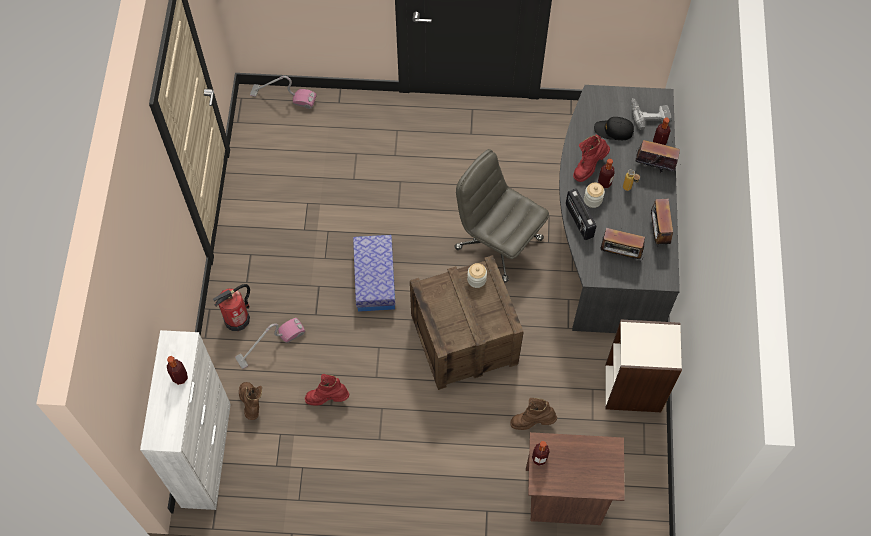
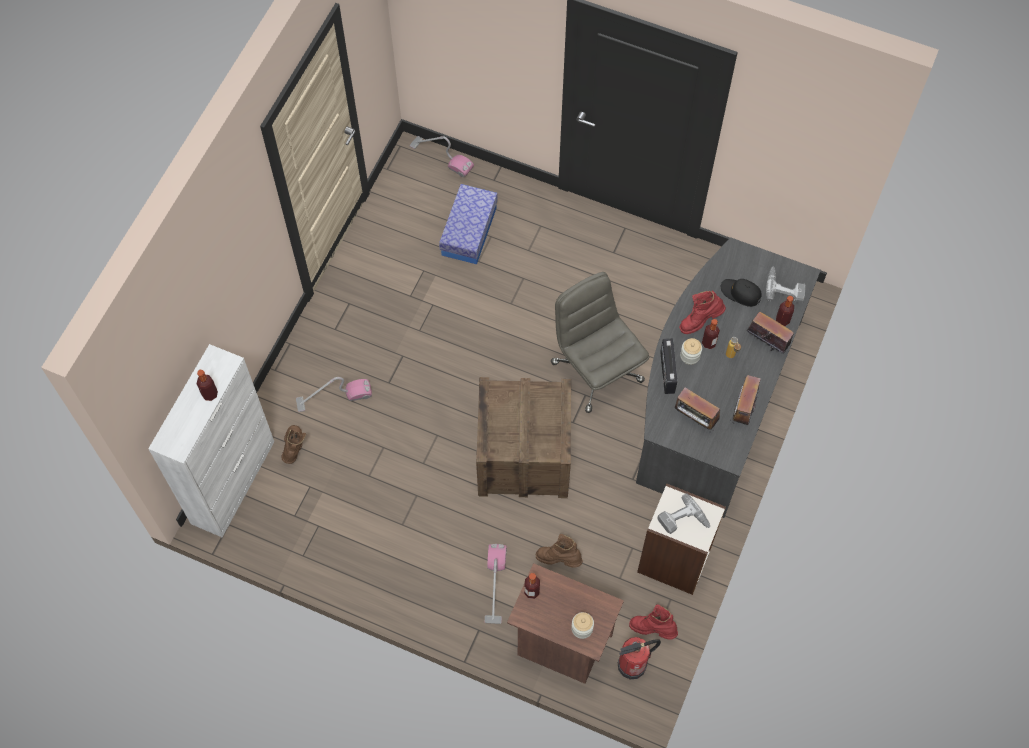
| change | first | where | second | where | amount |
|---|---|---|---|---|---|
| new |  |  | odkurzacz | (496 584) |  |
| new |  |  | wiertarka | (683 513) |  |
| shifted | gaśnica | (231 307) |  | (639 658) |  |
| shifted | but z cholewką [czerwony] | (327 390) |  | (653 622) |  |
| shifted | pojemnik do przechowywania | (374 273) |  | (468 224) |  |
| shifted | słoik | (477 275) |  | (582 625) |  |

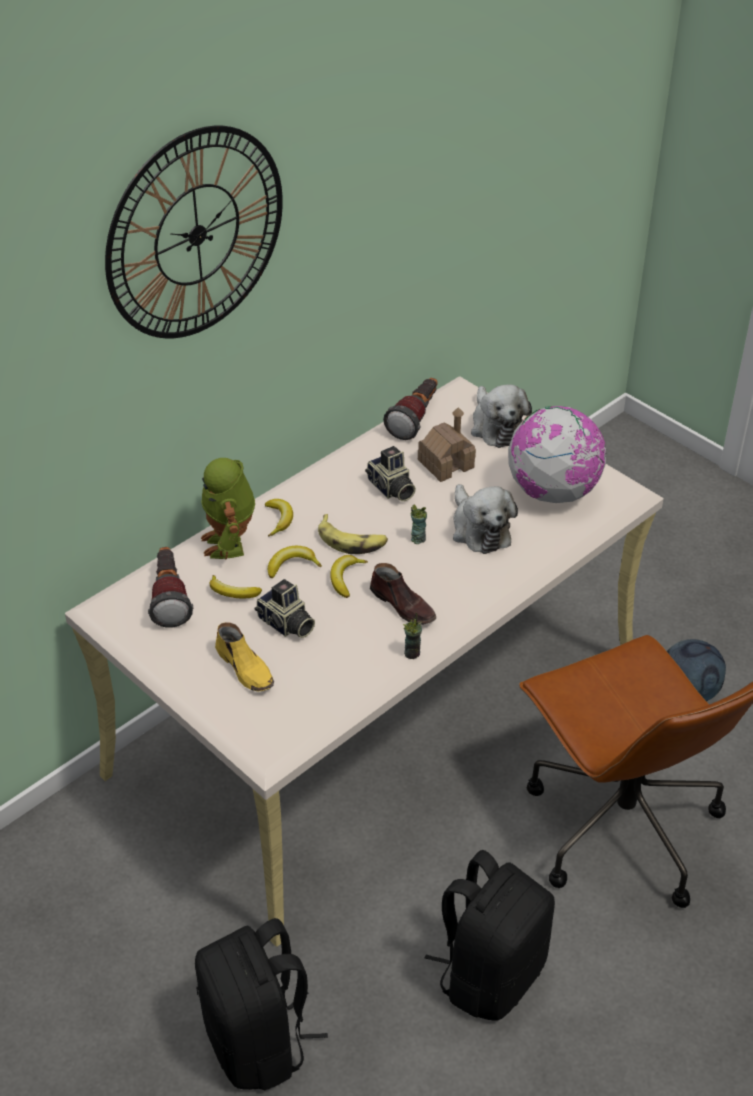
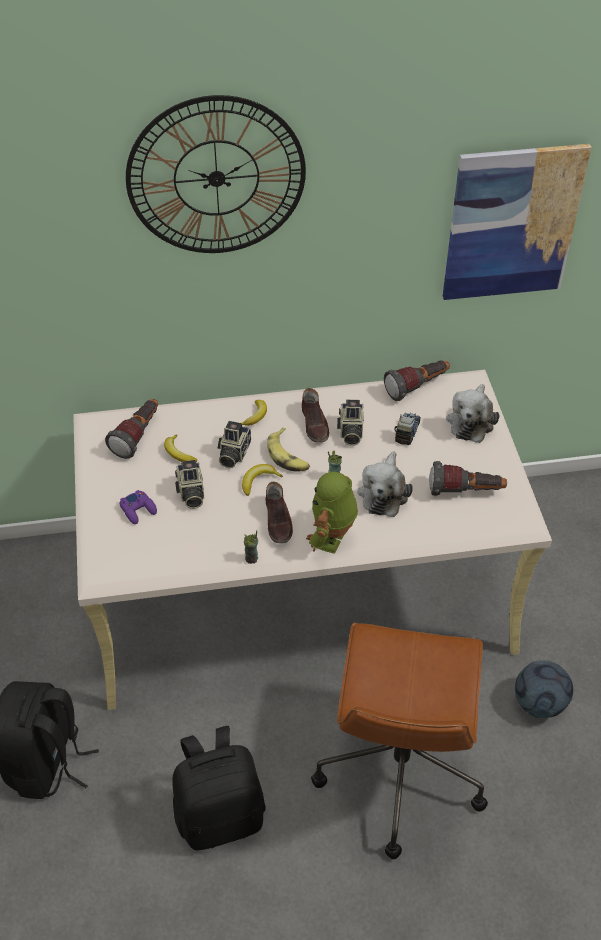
| change | first | where | second | where | amount |
|---|---|---|---|---|---|
| new |  |  | but [brązowy] | (315 415) |  |
| new |  |  | obraz | (517 222) |  |
| shifted | robot zabawkowy | (228 509) |  | (332 513) |  |
| swapped | but [żółty] | (244 657) | pad do gier [fioletowy] | (138 507) |  |
| swapped | banan | (295 562) | aparat fotograficzny | (234 444) |  |
| swapped | domek | (447 444) | ciężarówka zabawkowa | (407 428) |  |
| swapped | globus | (557 454) | latarka | (468 478) |  |

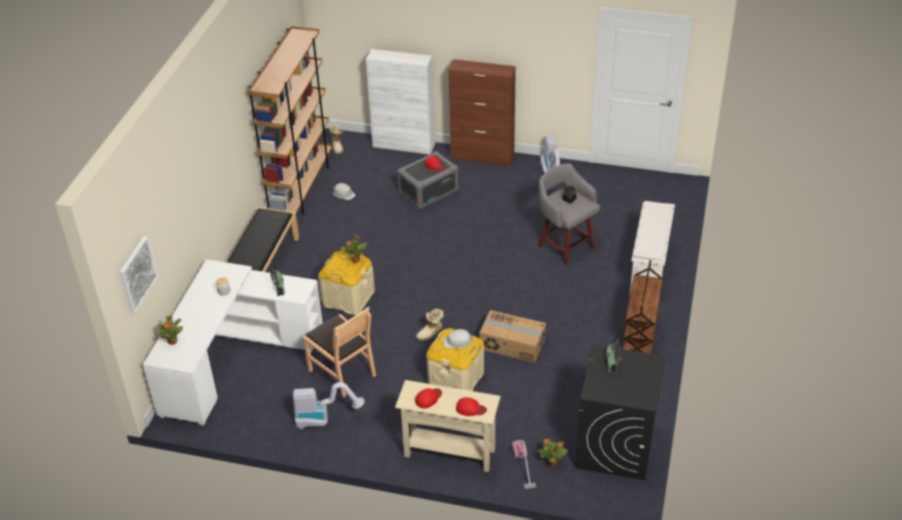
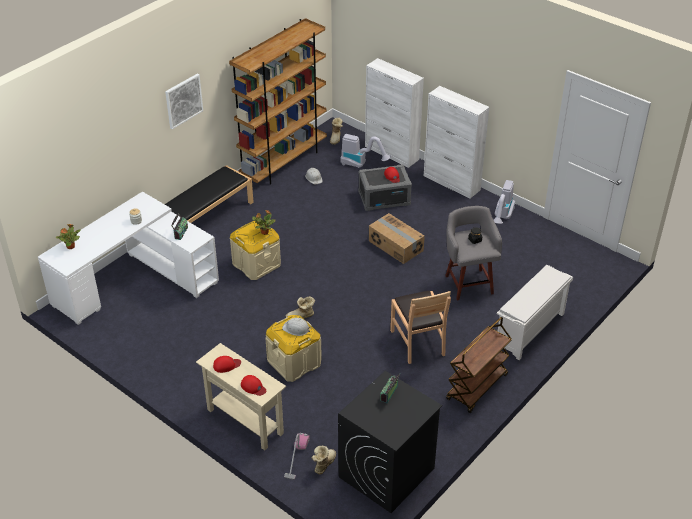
| change | first | where | second | where | amount |
|---|---|---|---|---|---|
| shifted | obraz | (139 275) |  | (184 101) |  |
| shifted | odkurzacz | (329 405) |  | (366 151) |  |
| shifted | krzesło [brązowy] | (339 352) |  | (420 327) |  |
| shifted | karton | (512 336) |  | (397 238) |  |
| swapped | roślina doniczkowa | (553 452) | but z cholewką | (324 460) |  |
| repainted | szafka [brązowy] | (482 112) | szafka [biały] | (456 142) |  |

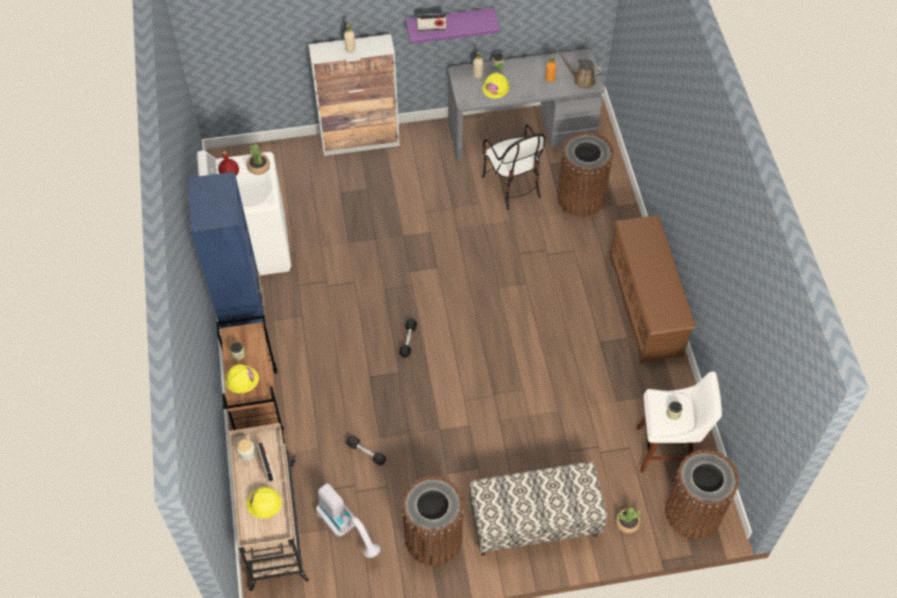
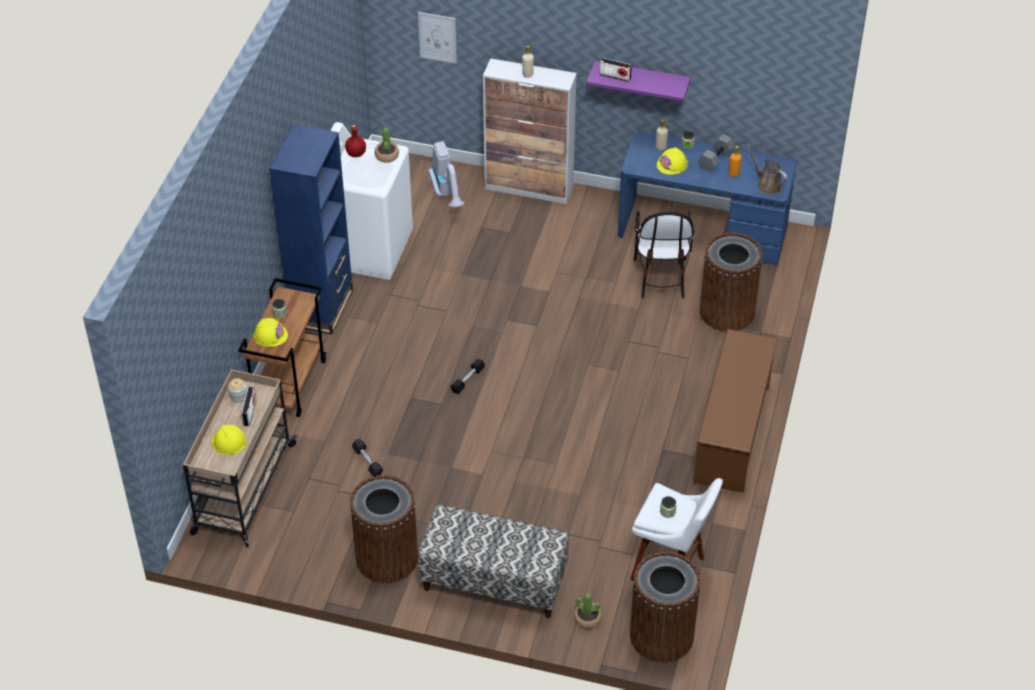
| change | first | where | second | where | amount |
|---|---|---|---|---|---|
| new |  |  | obraz | (437 38) |  |
| new |  |  | hantel [szary] | (716 153) |  |
| shifted | odkurzacz | (348 520) |  | (446 174) |  |
| repainted | biurko [szary] | (526 105) | biurko [niebieski] | (707 198) |  |

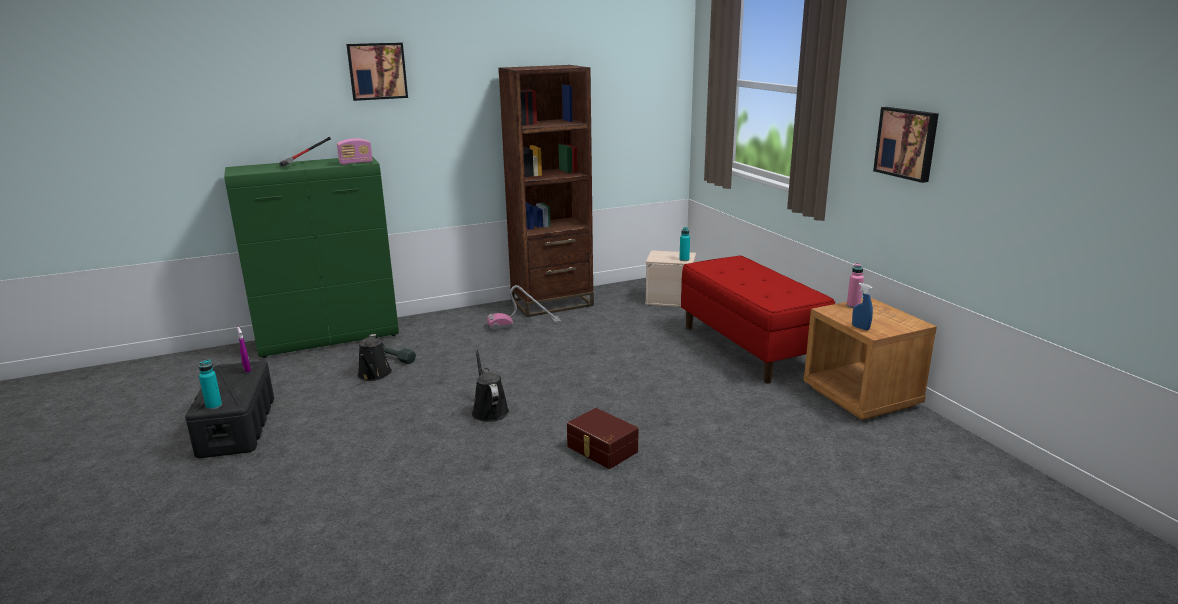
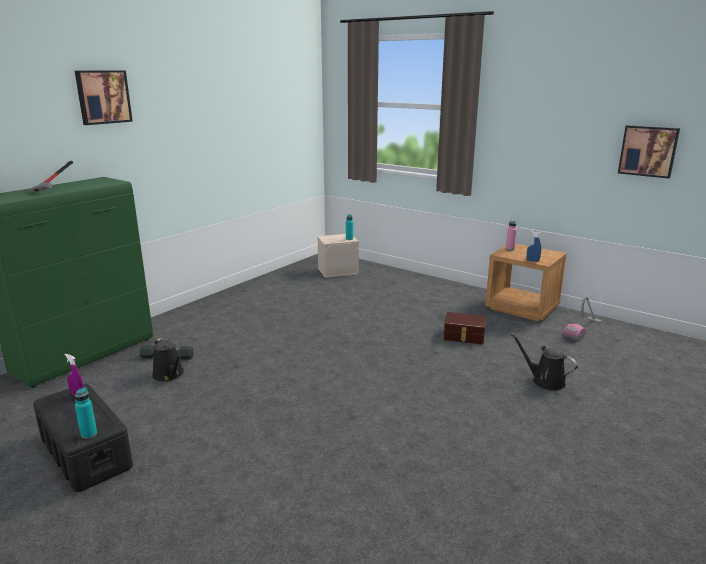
| change | first | where | second | where | amount |
|---|---|---|---|---|---|
| gone | radio | (355 151) |  |  |  |
| gone | regał [brązowy] | (546 191) |  |  |  |
| gone | ławka [czerwony] | (758 320) |  |  |  |
| shifted | konewka [czarny] | (490 385) |  | (544 362) |  |
| shifted | odkurzacz | (524 308) |  | (582 318) |  |
| shifted | pojemnik do przechowywania [brązowy] | (603 438) |  | (464 328) |  |
| shifted | obraz | (906 145) |  | (649 151) |  |

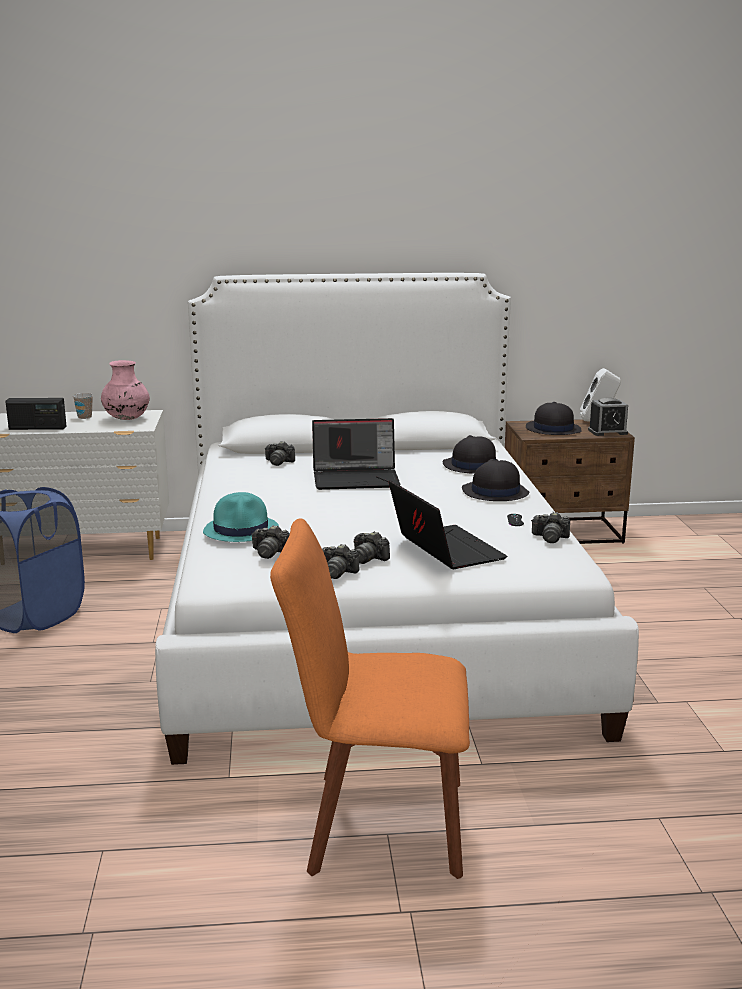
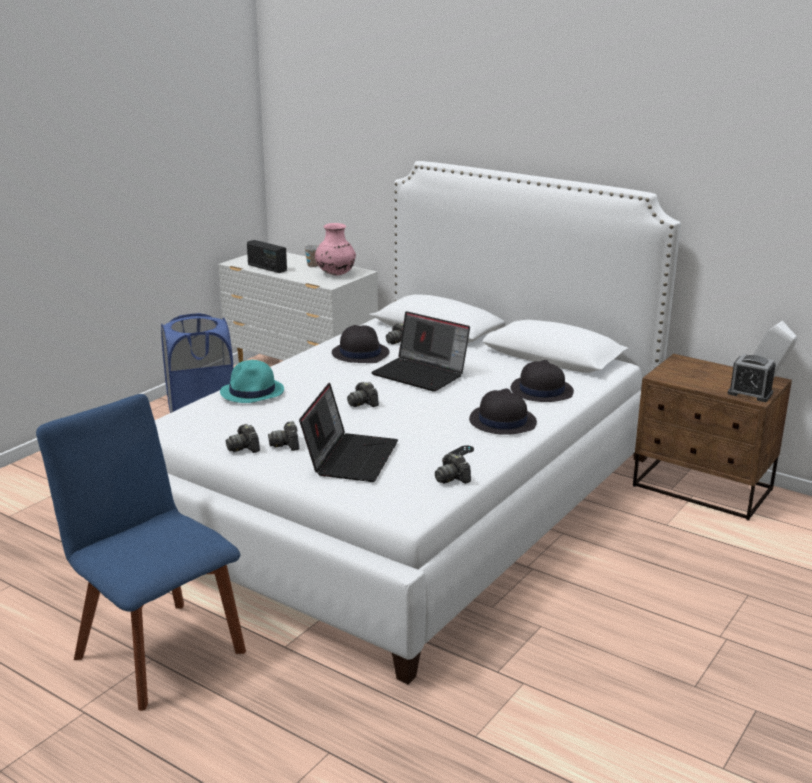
| change | first | where | second | where | amount |
|---|---|---|---|---|---|
| shifted | aparat fotograficzny | (271 542) |  | (363 394) |  |
| shifted | kapelusz [czarny] | (554 418) |  | (360 344) |  |
| repainted | krzesło [pomarańczowy] | (370 698) | krzesło [niebieski] | (141 552) |  |

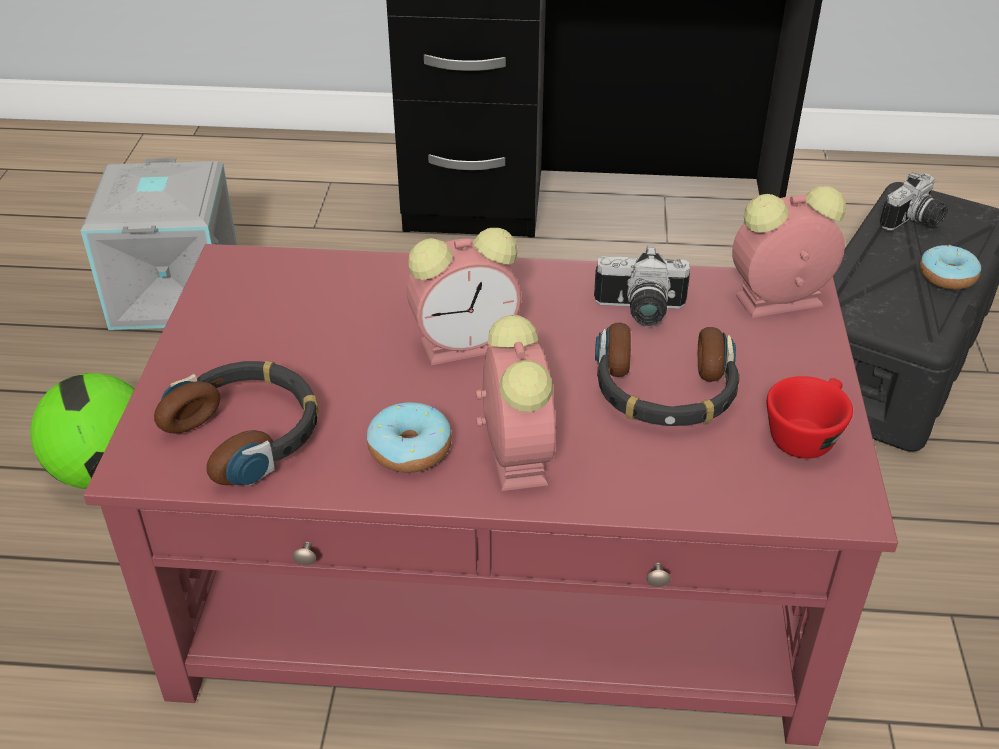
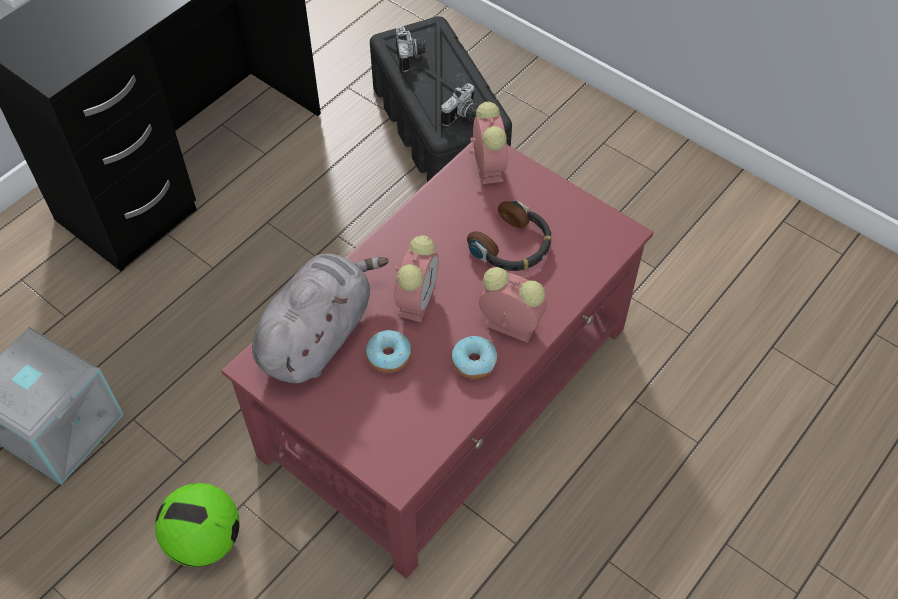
| change | first | where | second | where | amount |
|---|---|---|---|---|---|
| gone | słuchawki | (236 423) |  |  |  |
| gone | filiżanka [czerwony] | (810 417) |  |  |  |
| new |  |  | pluszak [szary] | (320 318) |  |
| shifted | aparat fotograficzny | (642 286) |  | (460 104) |  |
| shifted | donut | (950 267) |  | (389 351) |  |
| rotated | budzik | (789 252) |  | (489 143) | 150 degrees clockwise |

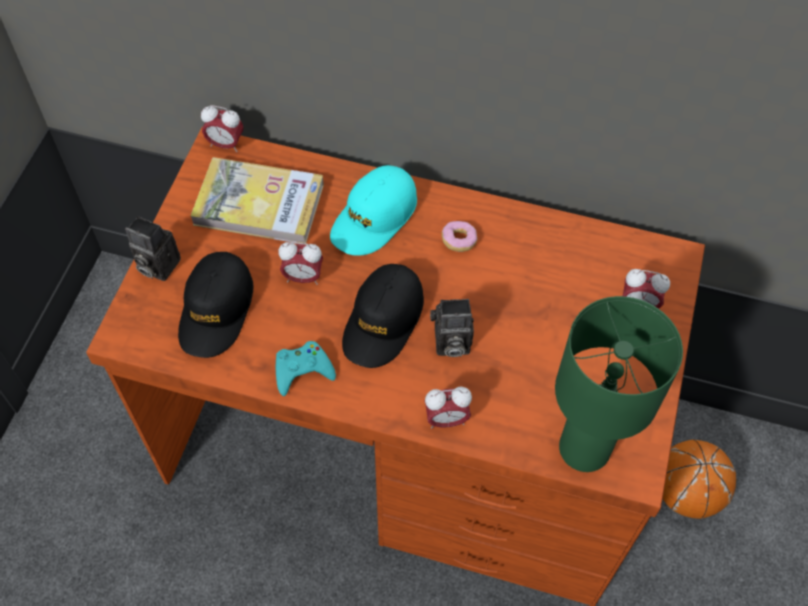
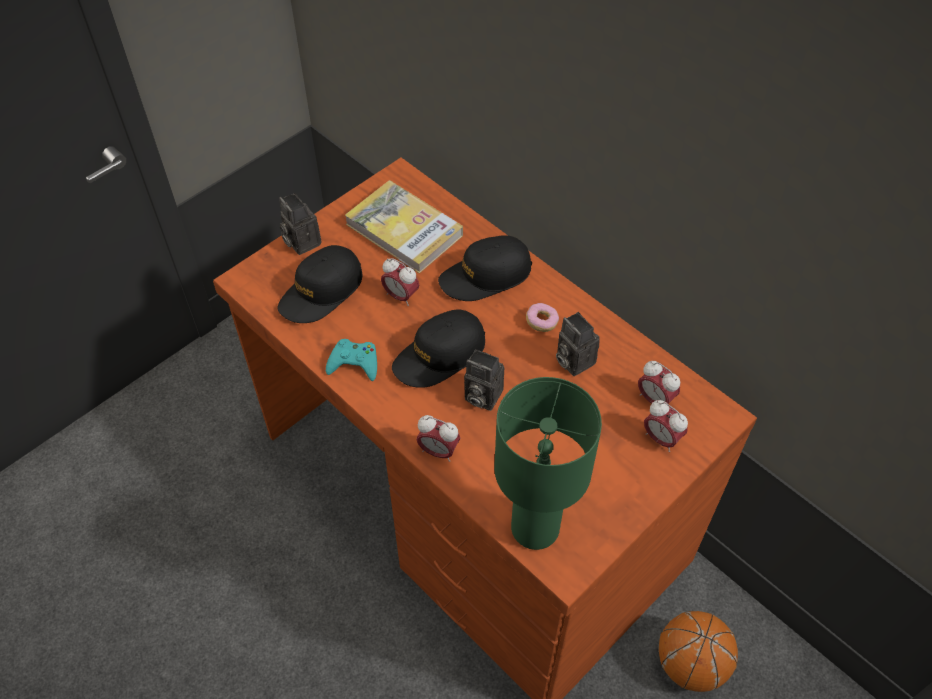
| change | first | where | second | where | amount |
|---|---|---|---|---|---|
| new |  |  | aparat fotograficzny | (578 344) |  |
| shifted | budzik | (222 128) |  | (659 382) |  |
| repainted | czapka z daszkiem [turkusowy] | (373 210) | czapka z daszkiem [czarny] | (485 268) |  |

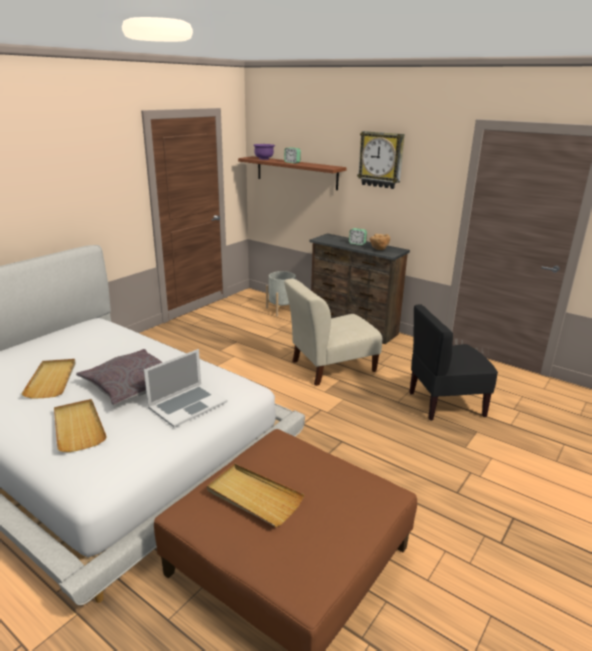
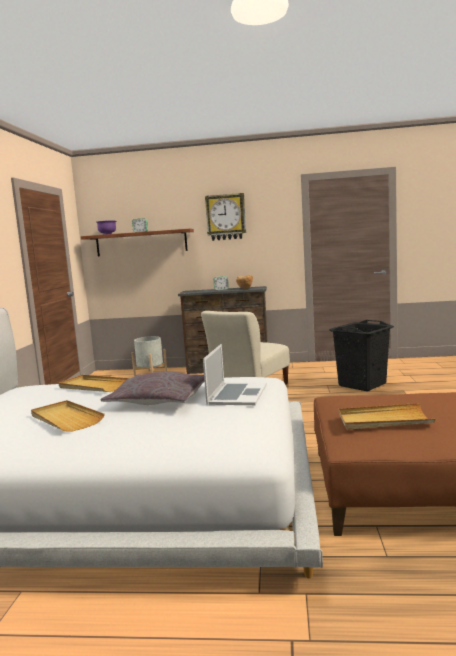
| change | first | where | second | where | amount |
|---|---|---|---|---|---|
| shifted | taca [beżowy] | (80 425) |  | (94 383) |  |
| swapped | krzesło [czarny] | (453 362) | kosz na pranie [czarny] | (361 355) |  |

